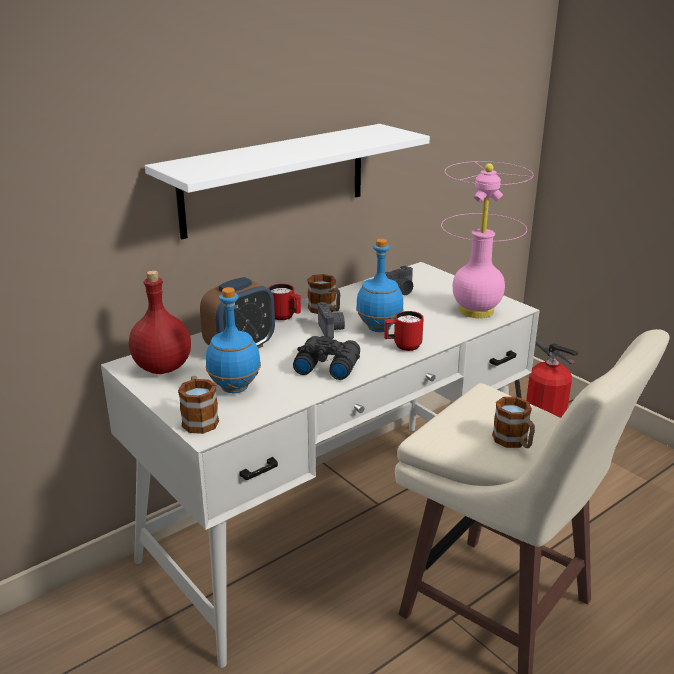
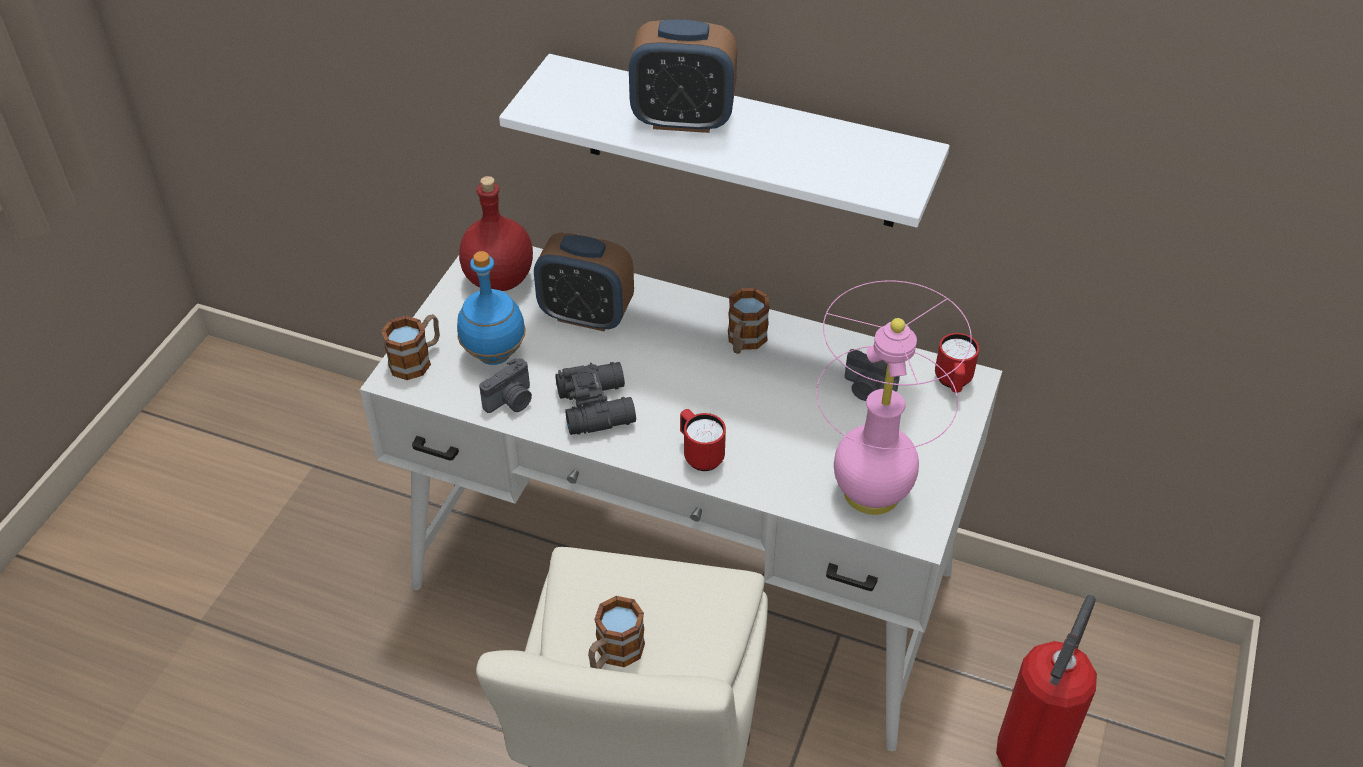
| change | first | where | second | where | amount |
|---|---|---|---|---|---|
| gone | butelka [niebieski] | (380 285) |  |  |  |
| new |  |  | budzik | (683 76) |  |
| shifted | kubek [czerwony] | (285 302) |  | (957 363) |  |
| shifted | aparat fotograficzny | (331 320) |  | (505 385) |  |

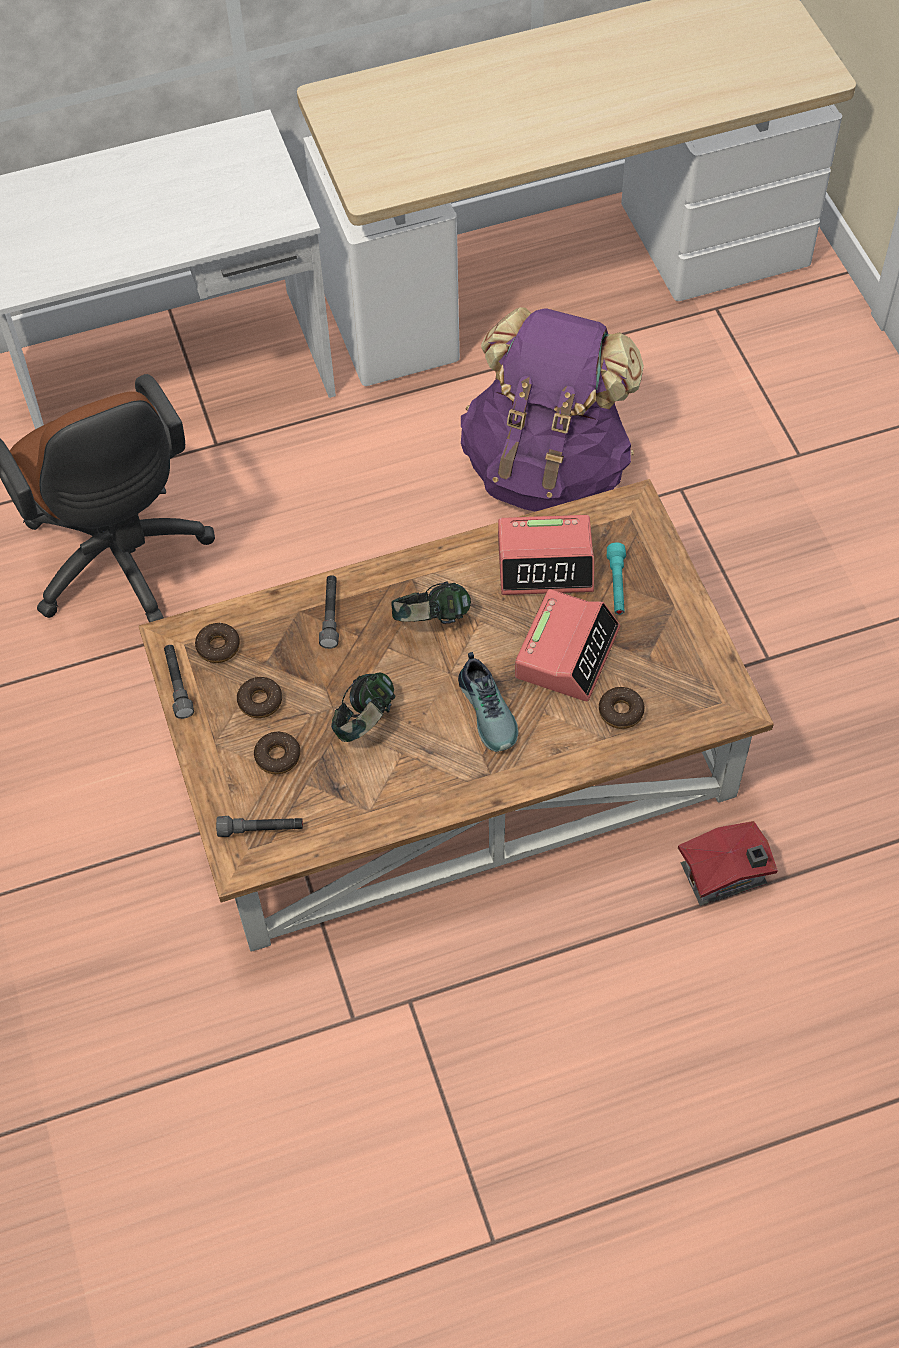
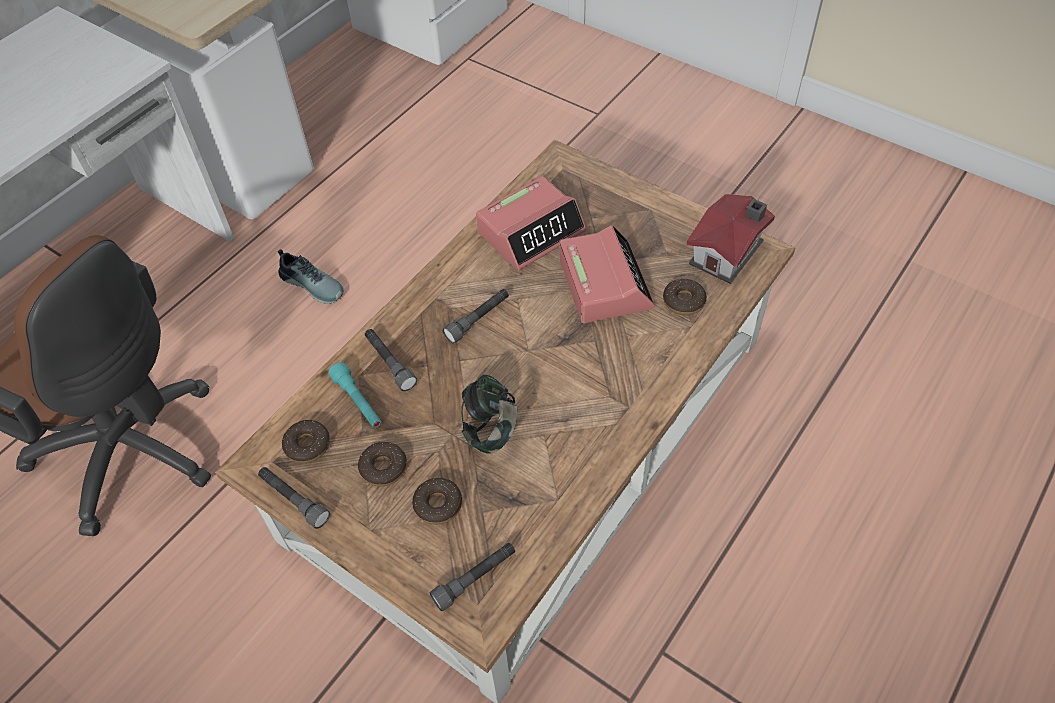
| change | first | where | second | where | amount |
|---|---|---|---|---|---|
| gone | plecak [fioletowy] | (552 409) |  |  |  |
| shifted | but | (488 702) |  | (311 276) |  |
| shifted | latarka [turkusowy] | (616 578) |  | (354 395) |  |
| shifted | domek | (728 863) |  | (730 239) |  |
| swapped | słuchawki | (431 603) | latarka [szary] | (476 316) |  |

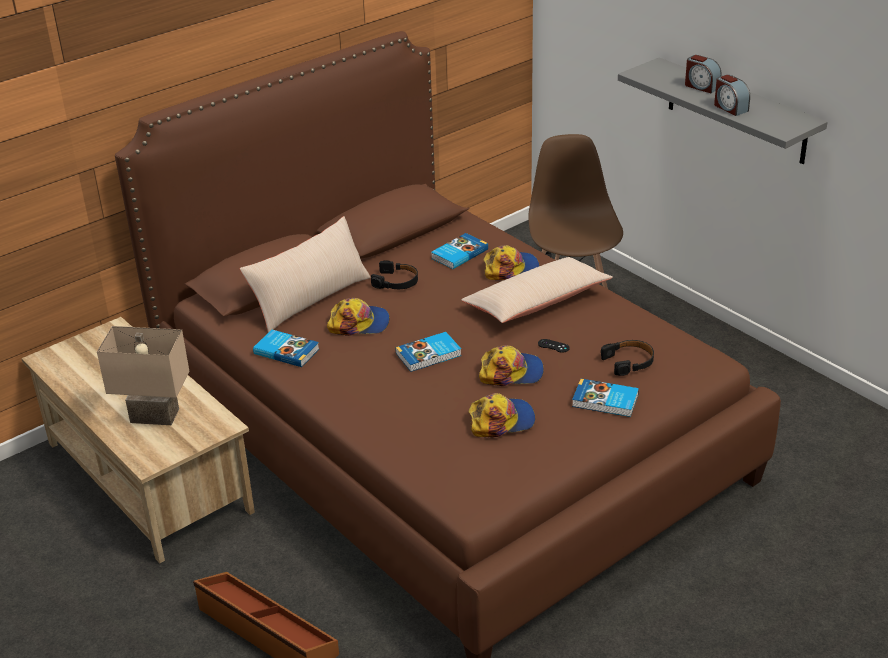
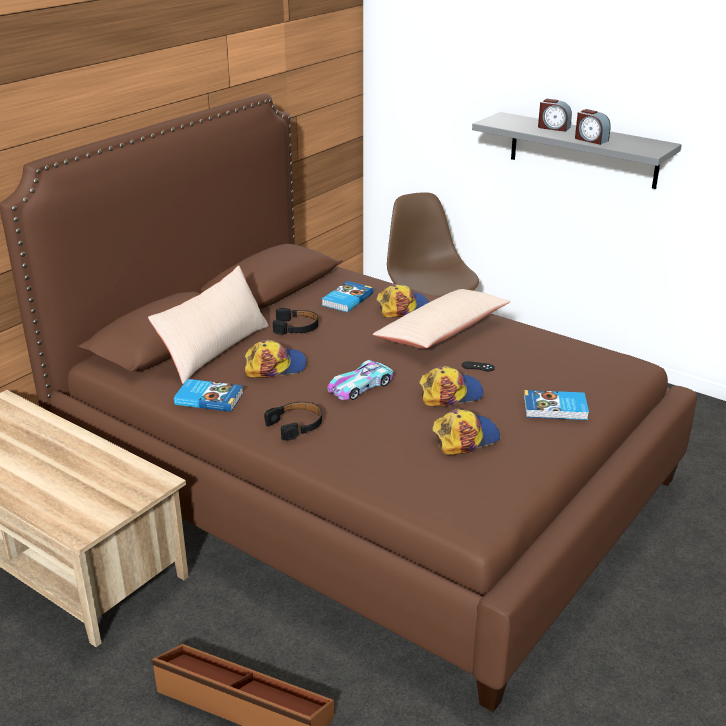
| change | first | where | second | where | amount |
|---|---|---|---|---|---|
| gone | lampa stołowa [beżowy] | (143 375) |  |  |  |
| shifted | słuchawki [czarny] | (627 358) |  | (293 421) |  |
| swapped | książka | (428 352) | samochodzik | (360 380) |  |

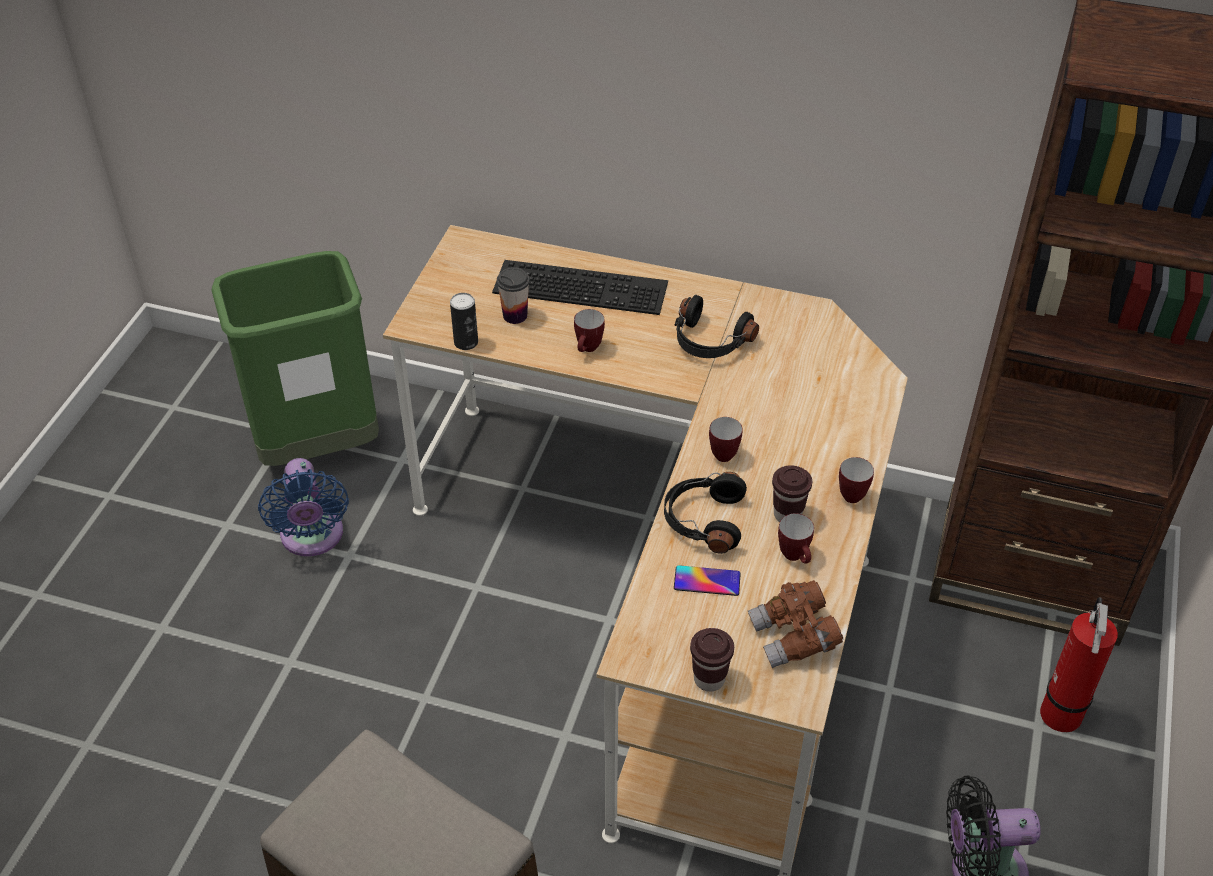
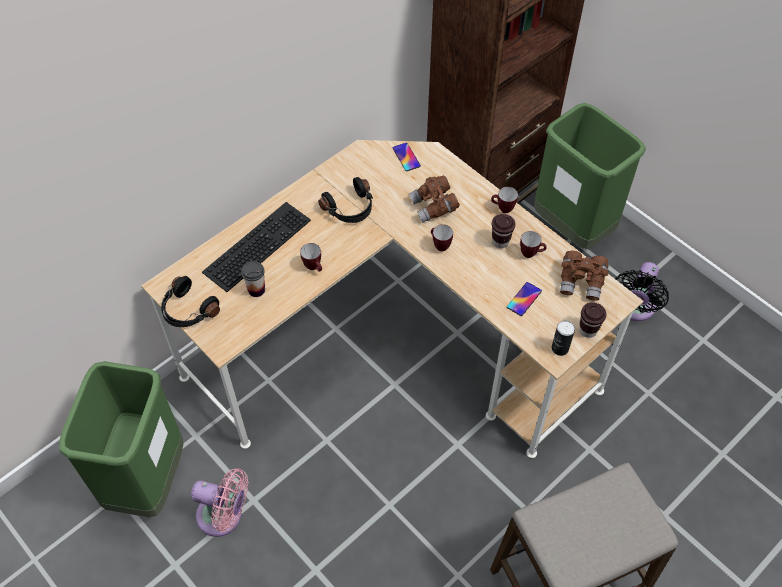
| change | first | where | second | where | amount |
|---|---|---|---|---|---|
| new |  |  | telefon | (407 157) |  |
| new |  |  | lornetka [brązowy] | (434 199) |  |
| shifted | puszka | (464 321) |  | (563 338) |  |
| shifted | słuchawki [czarny] | (705 513) |  | (190 301) |  |
| swapped | gaśnica | (1079 664) | kosz na śmieci [zielony] | (590 176) |  |
| repainted | wentylator [niebieski] | (303 507) | wentylator [różowy] | (219 502) |  |

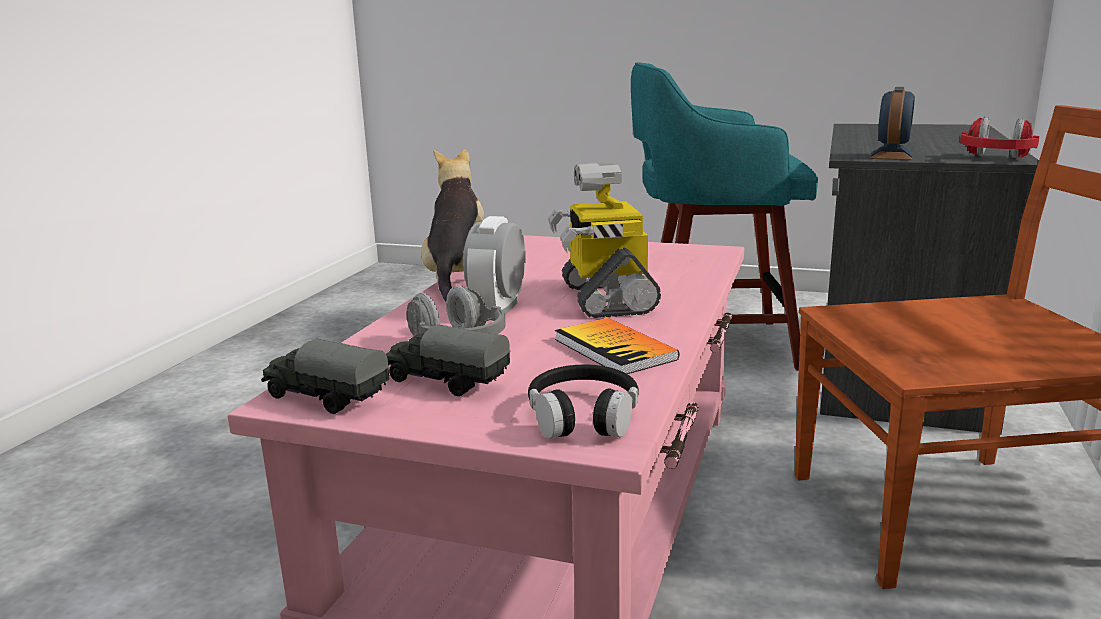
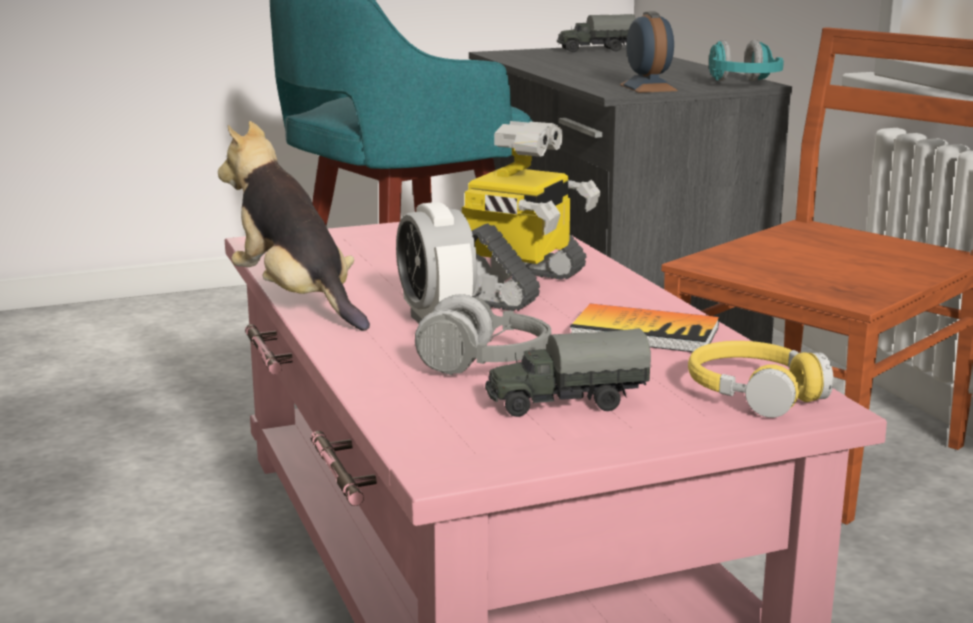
| change | first | where | second | where | amount |
|---|---|---|---|---|---|
| shifted | ciężarówka zabawkowa | (325 376) |  | (596 33) |  |
| repainted | słuchawki [czarny] | (583 402) | słuchawki [żółty] | (761 379) |  |
| repainted | słuchawki [czerwony] | (999 137) | słuchawki [turkusowy] | (746 60) |  |
| rotated | robot zabawkowy | (604 240) |  | (531 216) | 105 degrees counterclockwise |

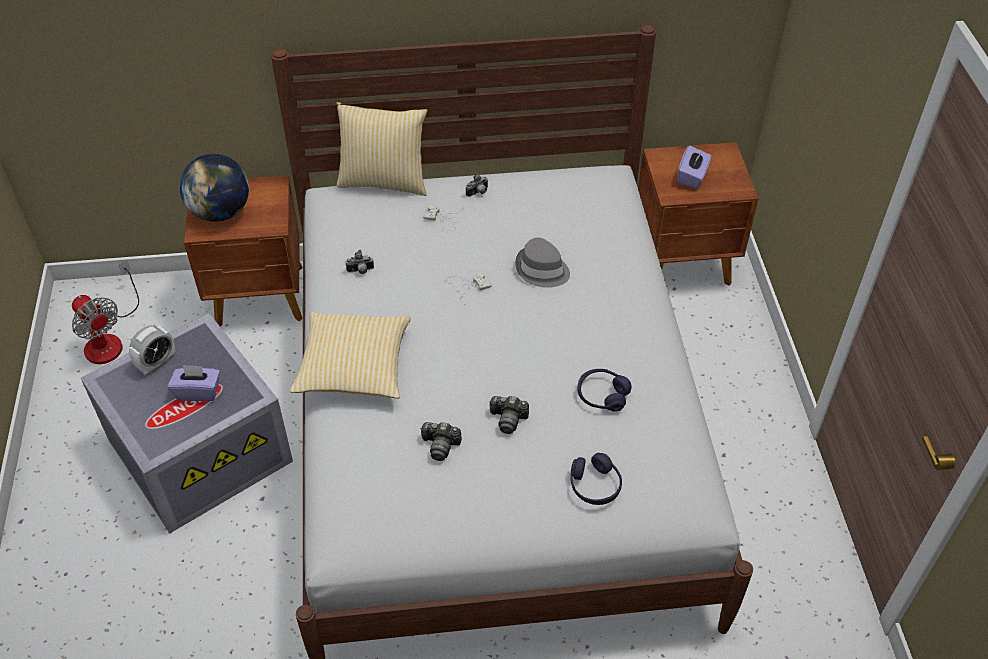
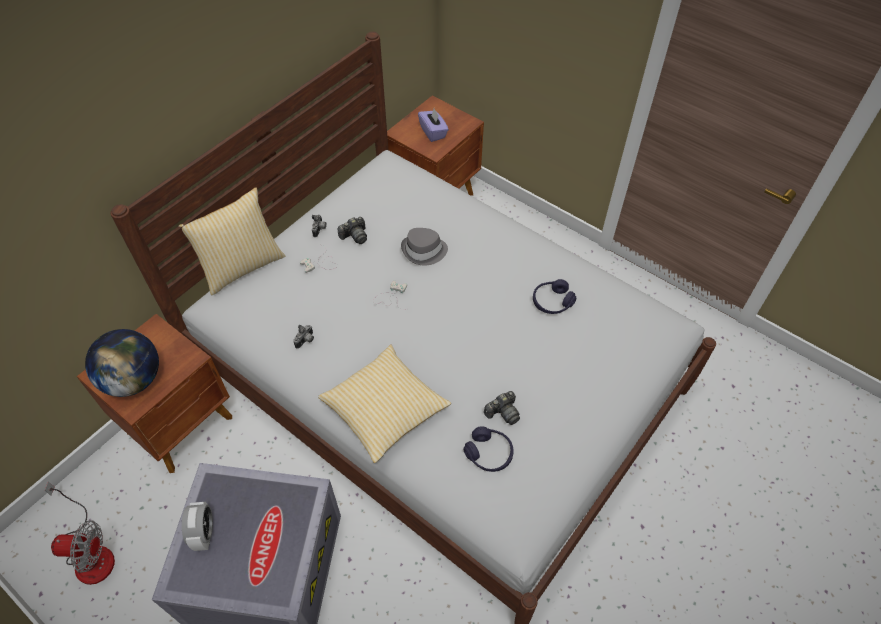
| change | first | where | second | where | amount |
|---|---|---|---|---|---|
| gone | pudełko chusteczek [fioletowy] | (194 383) |  |  |  |
| shifted | aparat fotograficzny | (509 415) |  | (352 230) |  |
| shifted | słuchawki [fioletowy] | (596 479) |  | (488 449) |  |

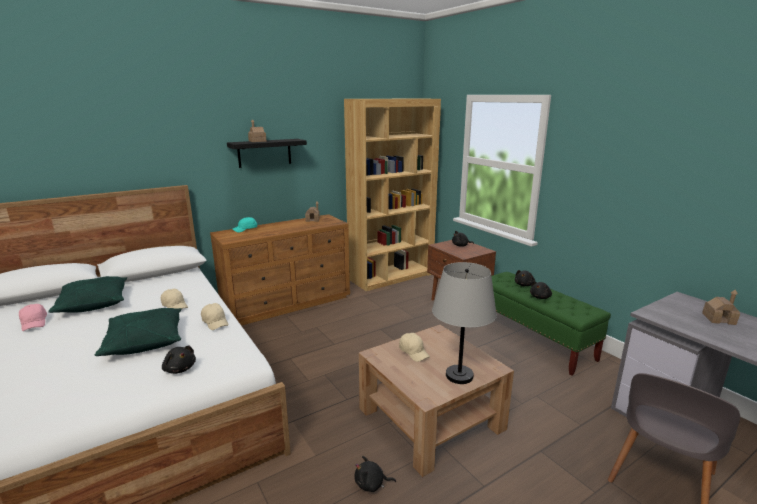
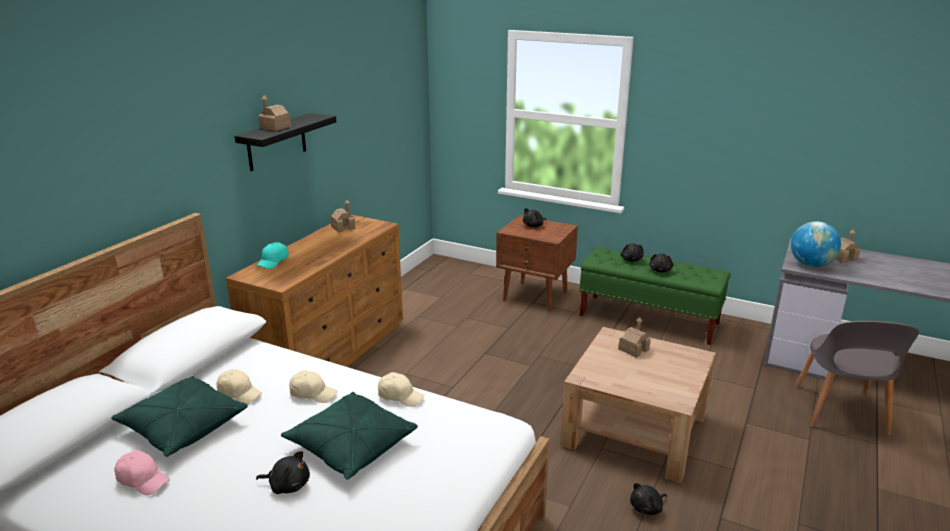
| change | first | where | second | where | amount |
|---|---|---|---|---|---|
| gone | regał [brązowy] | (392 195) |  |  |  |
| gone | lampa stołowa [szary] | (464 323) |  |  |  |
| new |  |  | domek | (634 337) |  |
| new |  |  | globus | (816 244) |  |
| shifted | pluszak [czarny] | (179 360) |  | (283 472) |  |
| shifted | czapka z daszkiem [beżowy] | (414 347) |  | (239 386) |  |

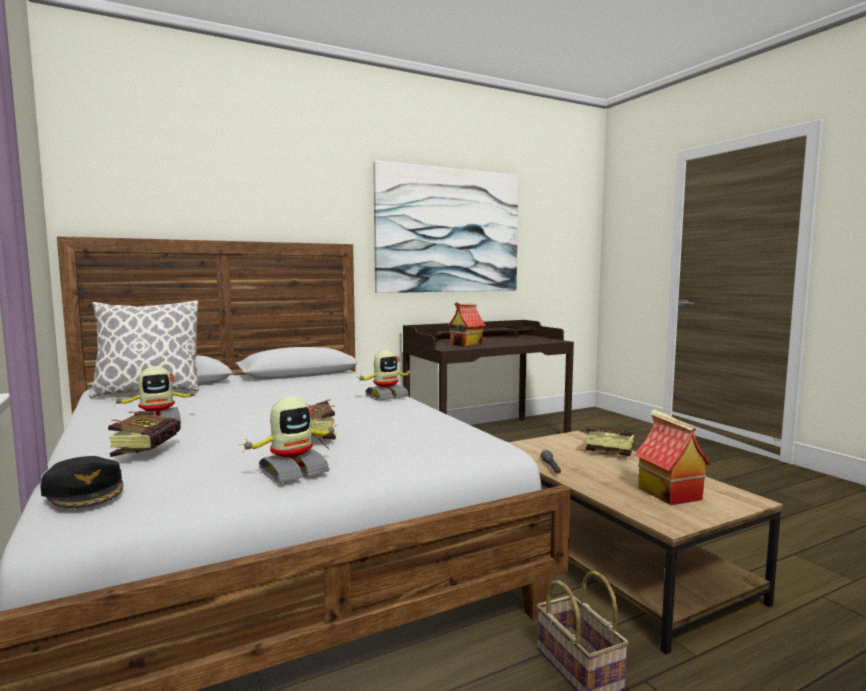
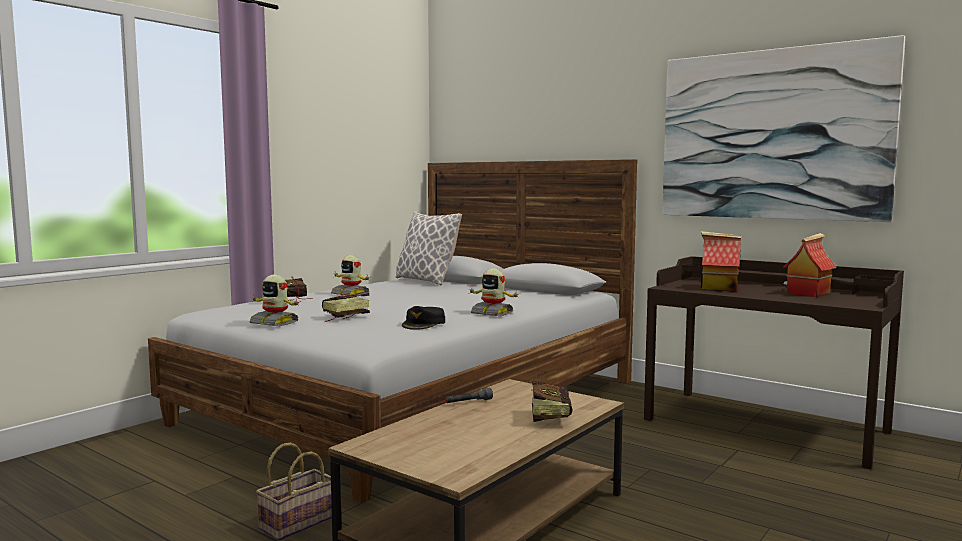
| change | first | where | second | where | amount |
|---|---|---|---|---|---|
| shifted | czapka z daszkiem [czarny] | (81 482) |  | (423 318) |  |
| shifted | domek | (673 457) |  | (810 265) |  |

